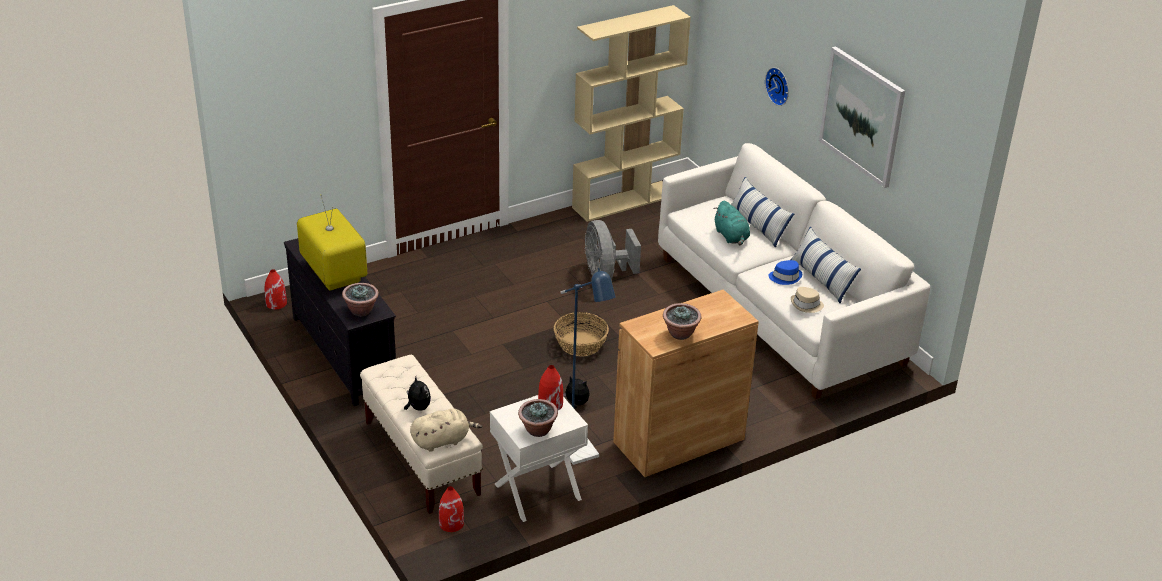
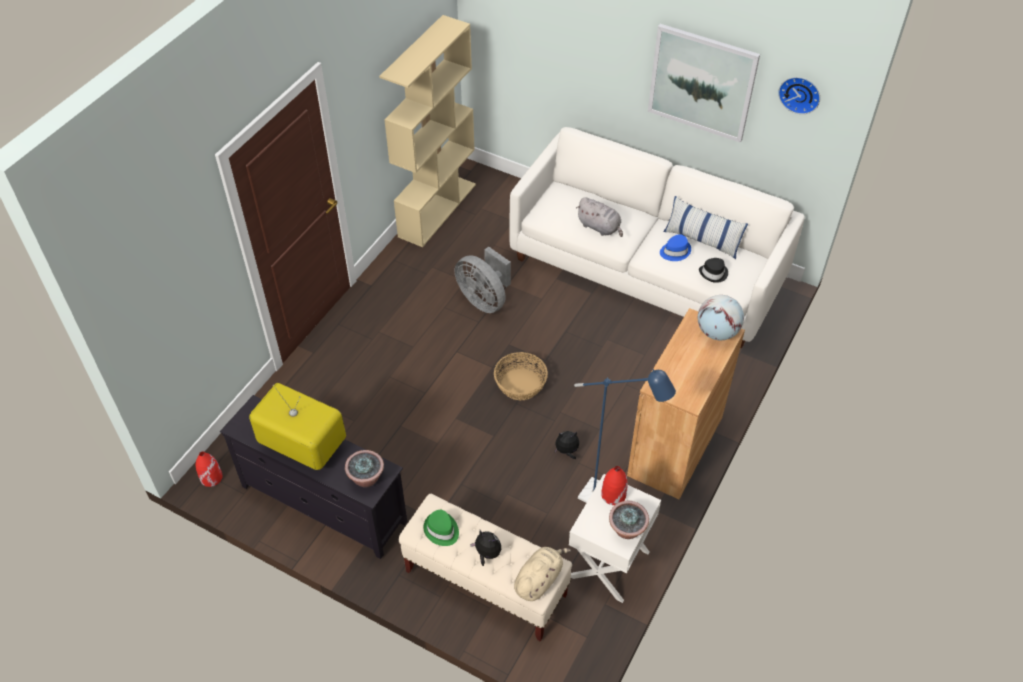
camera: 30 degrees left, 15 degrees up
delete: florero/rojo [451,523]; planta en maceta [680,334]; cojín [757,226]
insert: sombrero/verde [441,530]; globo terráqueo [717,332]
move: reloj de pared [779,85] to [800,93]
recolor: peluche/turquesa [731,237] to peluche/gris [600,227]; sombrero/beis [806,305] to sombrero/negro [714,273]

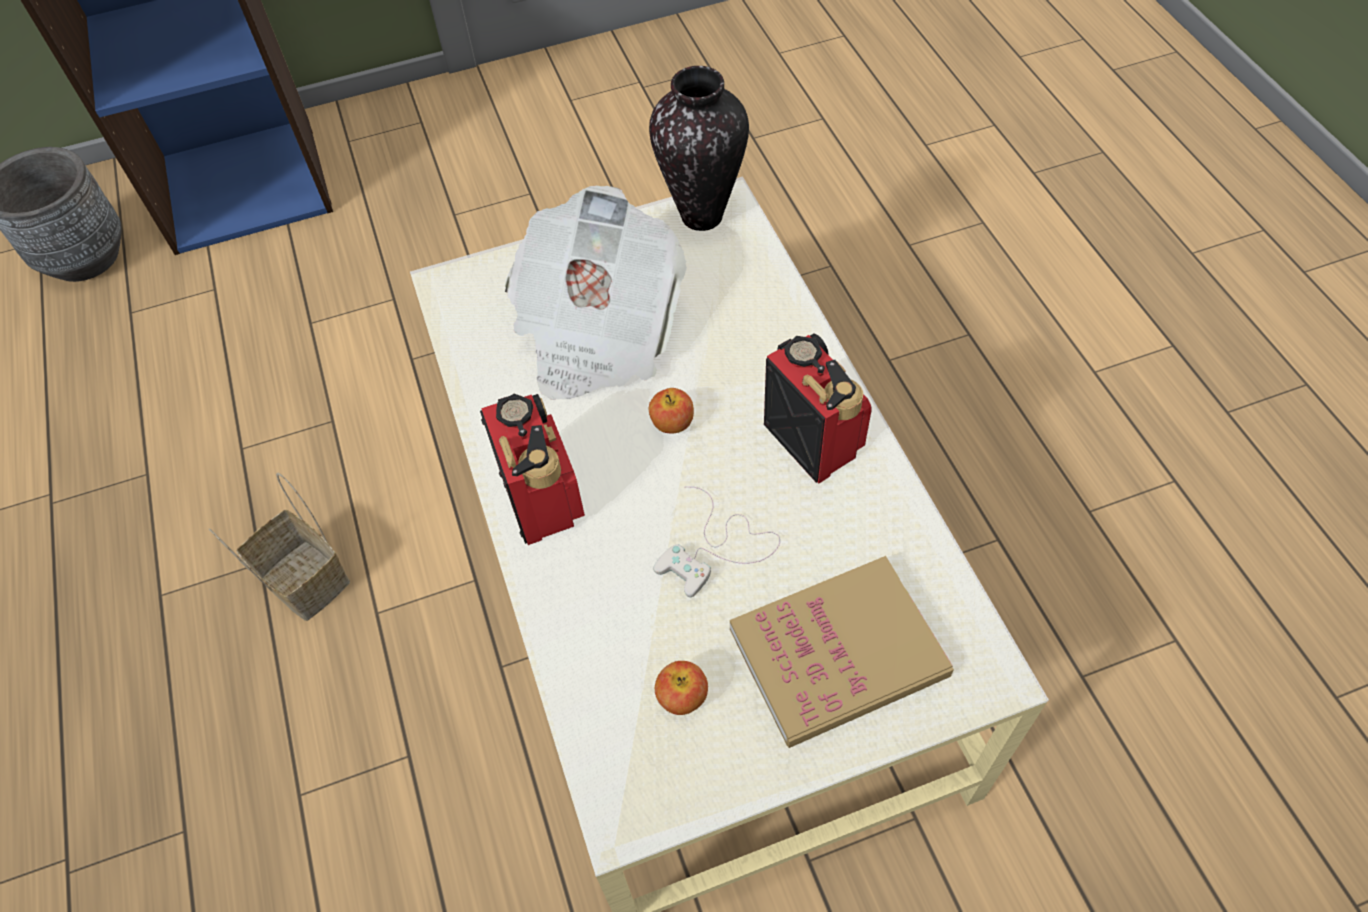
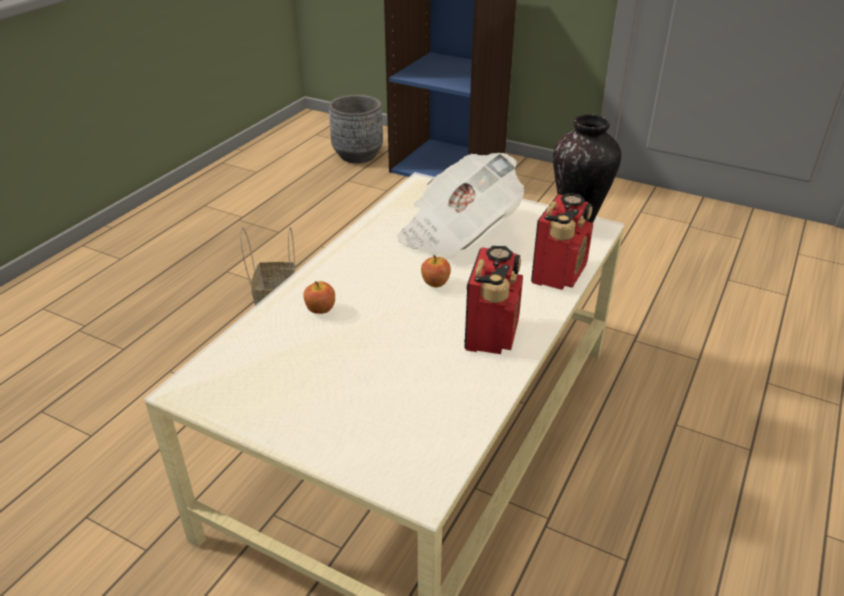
camera: 45 degrees right, 20 degrees down
delete: mando de consola/blanco [717,548]; libro [838,653]
move: radio [542,497] to [559,273]; manzana [682,697] to [320,309]

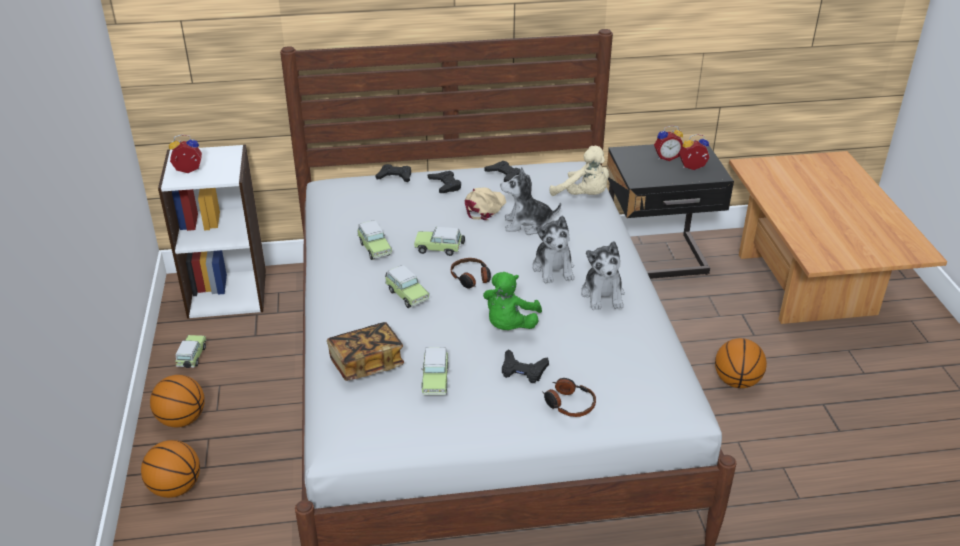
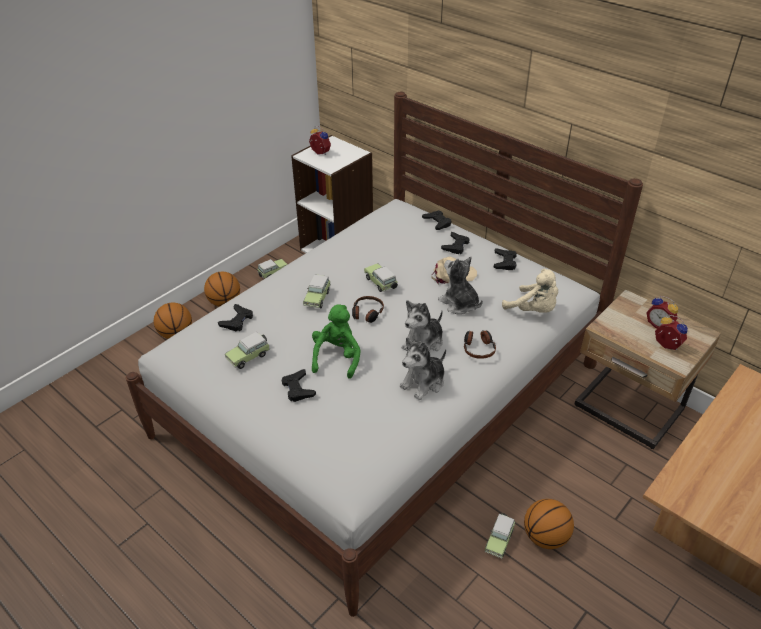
camera: 50 degrees right, 5 degrees up
move: coche de juguete [374,248] to [499,540]; auriculares [568,404] to [478,348]
replace: libro [366,363] to mando de consola/negro [237,321]
recolor: mesita de noche/negro [657,260] to mesita de noche/beis [627,410]
rotate: peluche/verde [509,326] = [337,357] 120 degrees clockwise; peluche/beis [583,196] = [533,310] 45 degrees counterclockwise

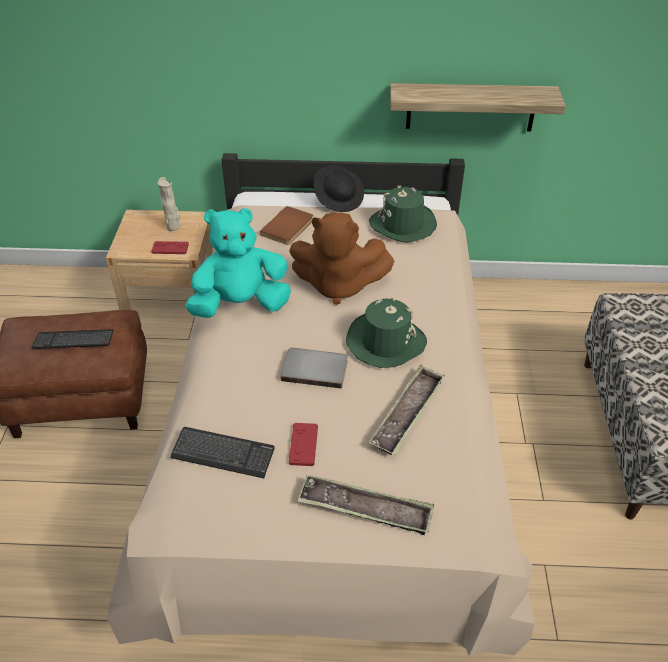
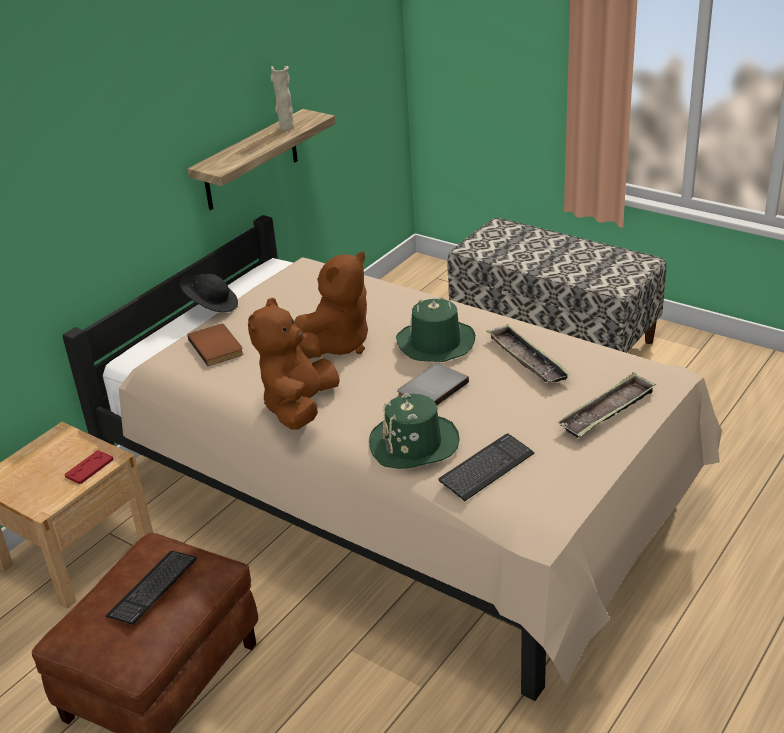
camera: 55 degrees left, 10 degrees down
delete: mando de consola/rojo [303,445]
move: florero/beis [173,227] to [286,127]; sombrero/verde [402,225] to [414,444]
recolor: peluche/turquesa [240,305] to peluche/marrón [300,407]

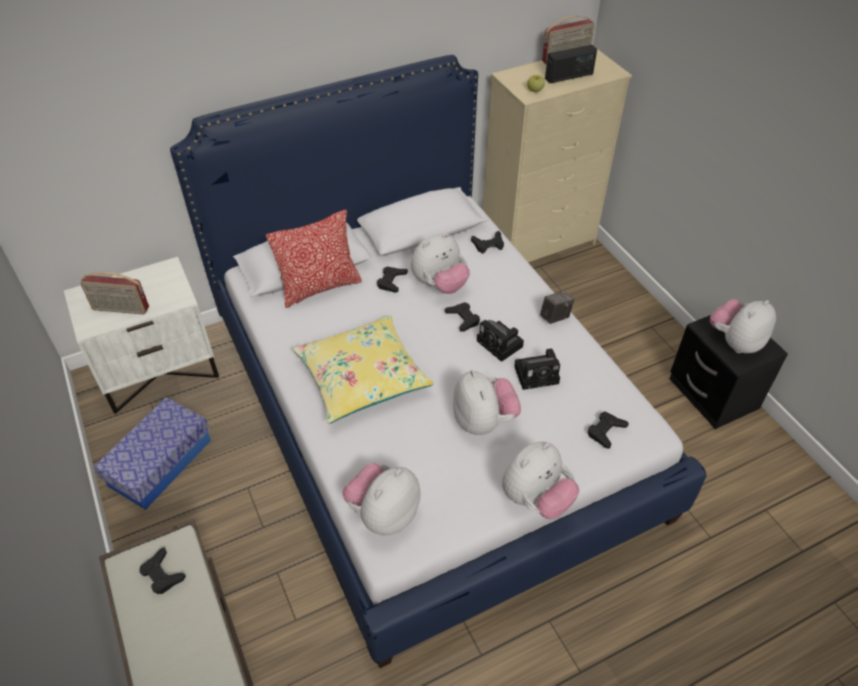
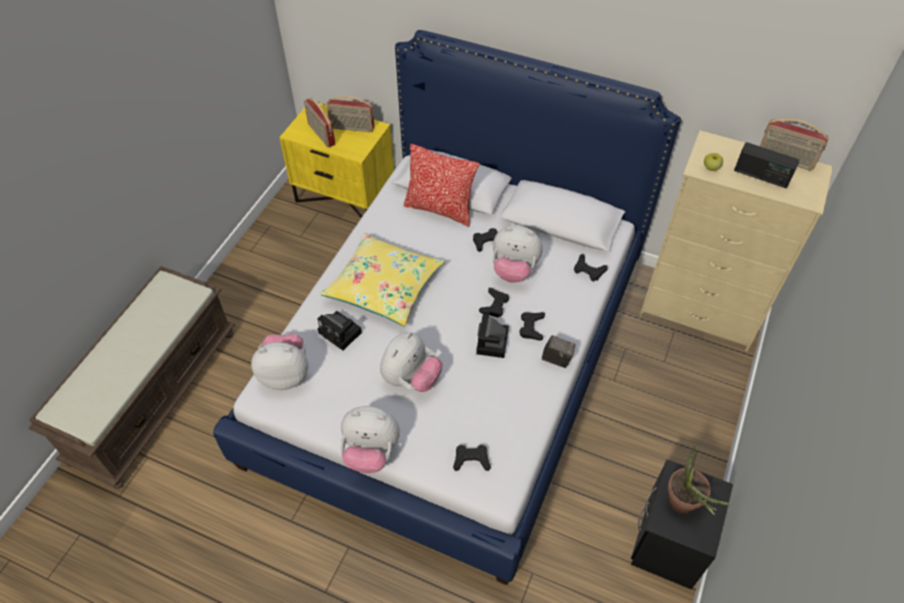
camera: 50 degrees right, 5 degrees up
delete: caja de almacenaje [160,463]
insert: radio [352,128]
move: mando de consola/negro [162,574] to [531,327]; cámara [538,374] to [341,333]
replace: peluche [735,342] to planta en maceta [684,507]
recolor: mesita de noche/blanco [160,371] to mesita de noche/amarillo [345,196]

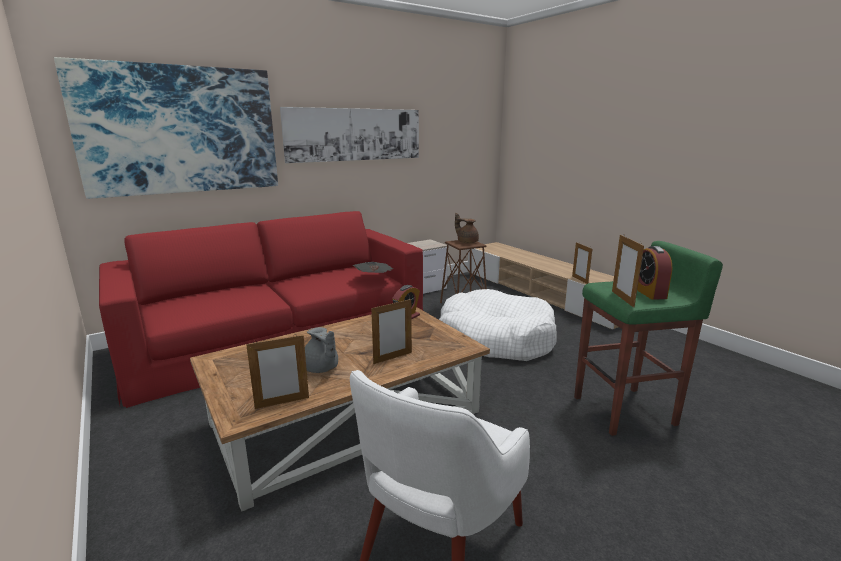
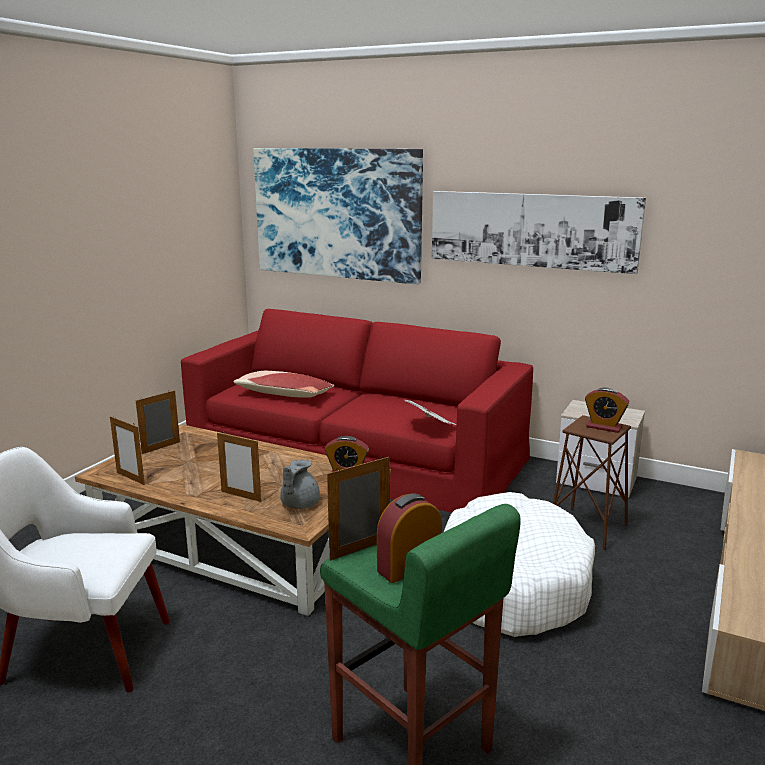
camera: 60 degrees right, 0 degrees up
insert: cojín [283,394]
move: tetera/gris [321,369] to [298,504]; portarretratos [580,280] to [161,448]
replace: tetera/marrón [467,242] to despertador [604,427]

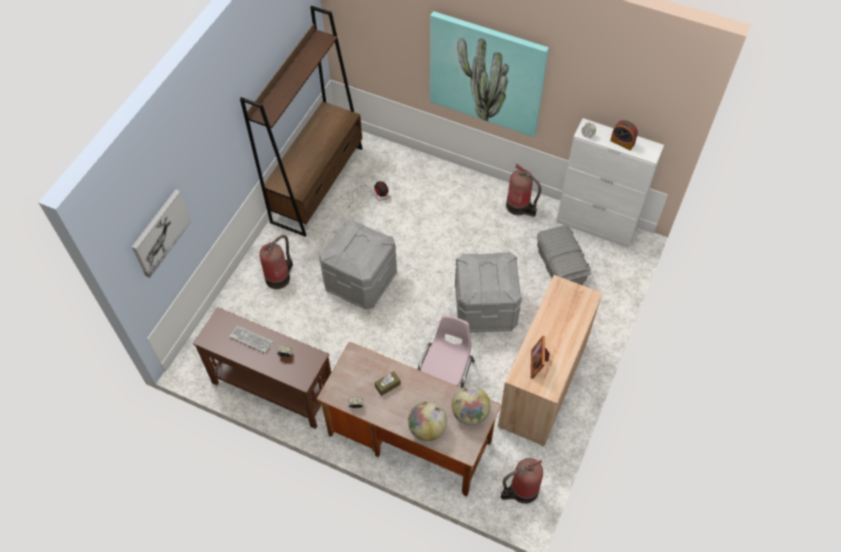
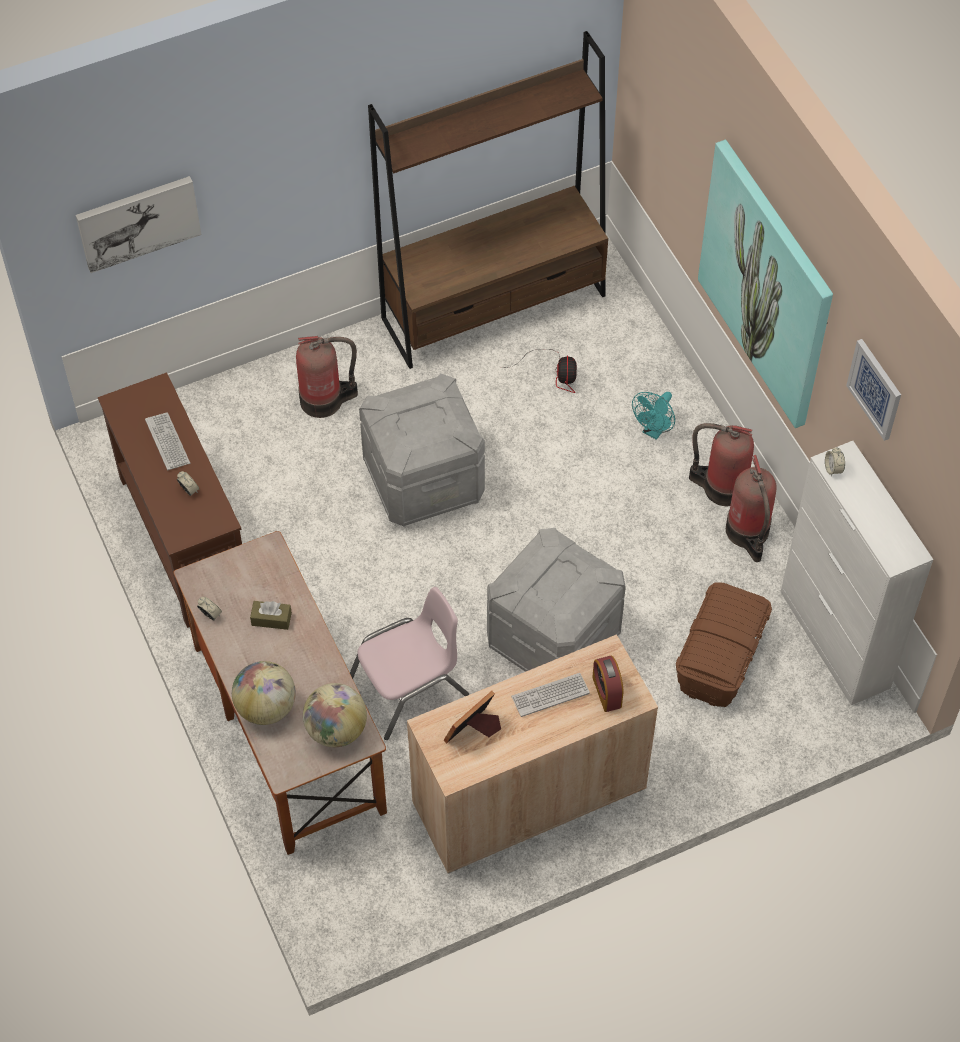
camera: 40 degrees right, 0 degrees up
insert: teclado [550,695]; ventilador/turquesa [654,430]; cuadro [875,389]
move: extintor [521,490] to [721,487]; despertador [622,142] to [607,692]
recolor: caja de almacenaje/gris [560,267] to caja de almacenaje/marrón [720,659]

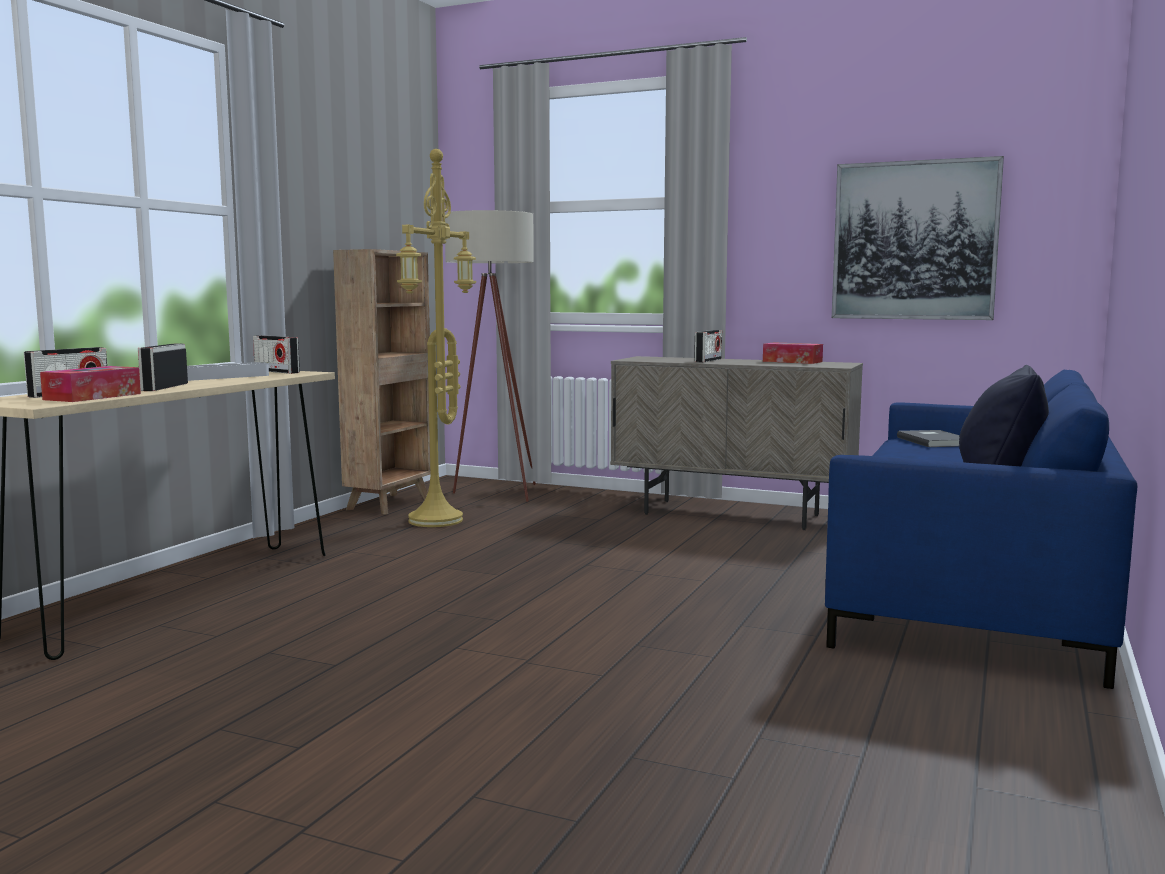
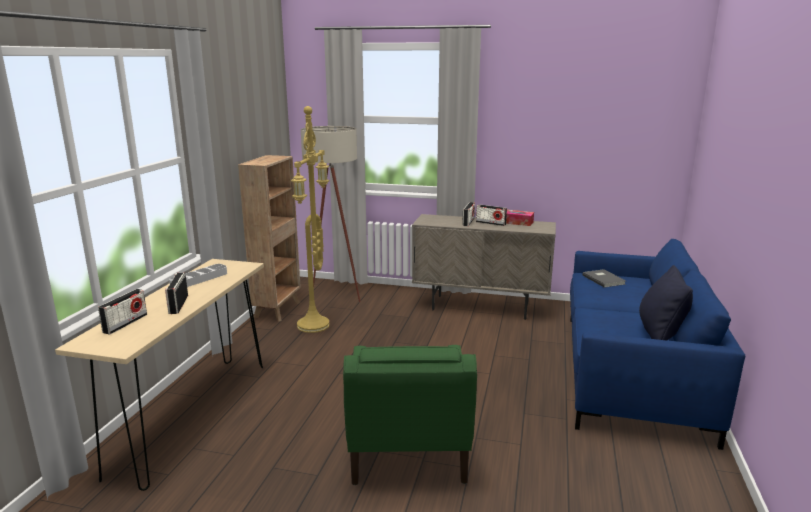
camera: 10 degrees left, 10 degrees up
delete: caja de pañuelos [93,396]; cuadro [914,241]
insert: sillón/verde [407,449]
move: radio [276,371] to [490,223]

